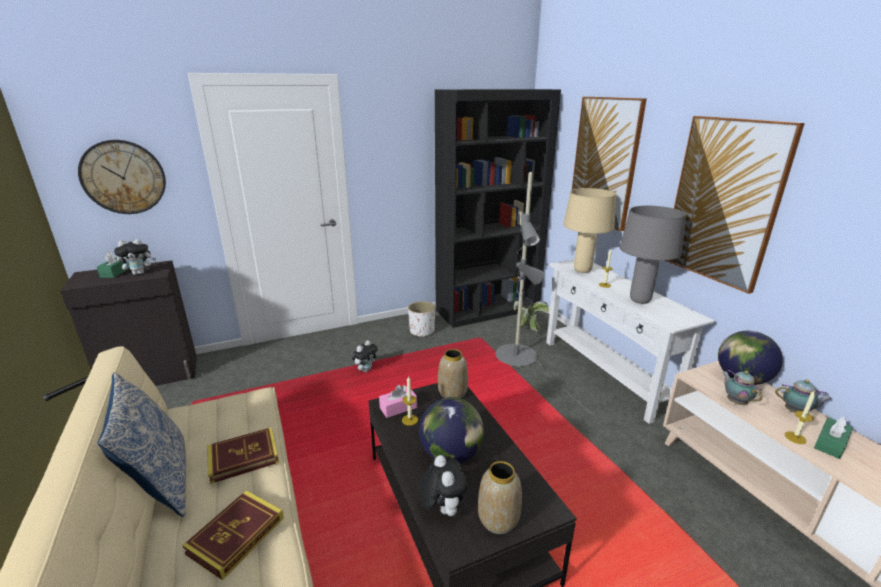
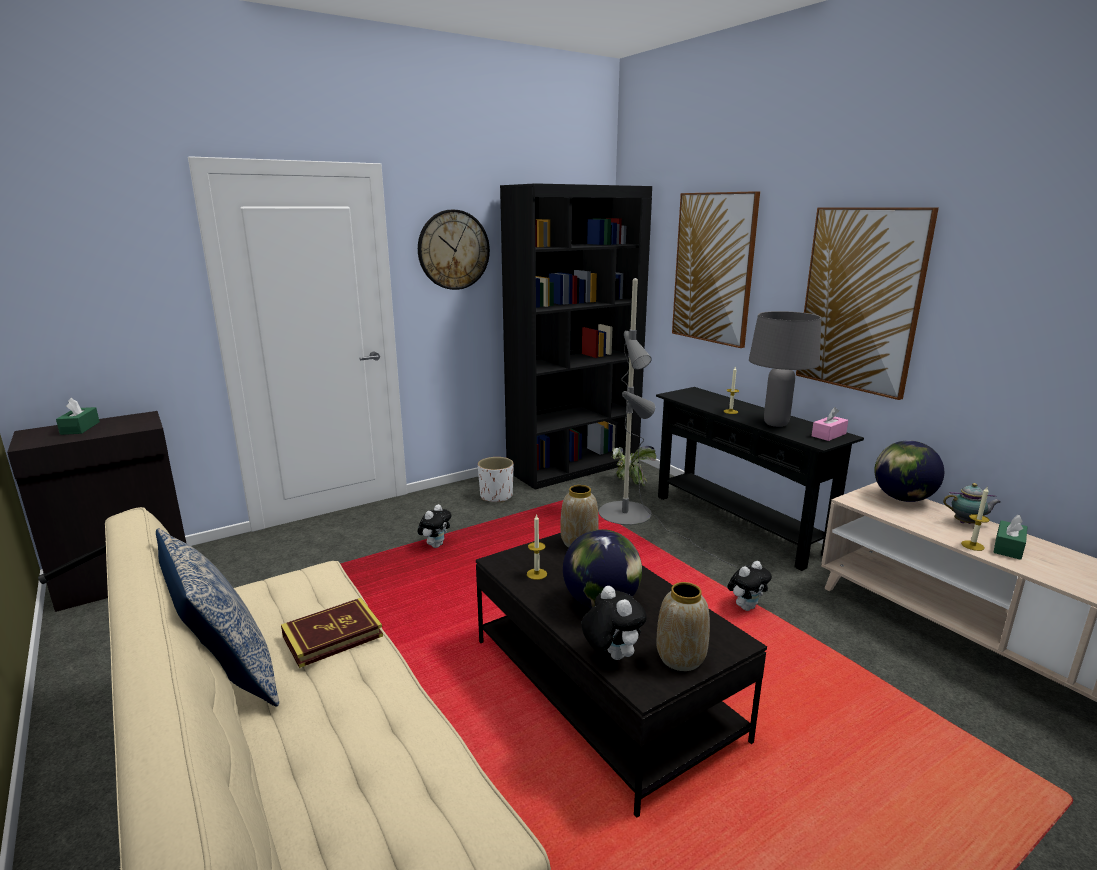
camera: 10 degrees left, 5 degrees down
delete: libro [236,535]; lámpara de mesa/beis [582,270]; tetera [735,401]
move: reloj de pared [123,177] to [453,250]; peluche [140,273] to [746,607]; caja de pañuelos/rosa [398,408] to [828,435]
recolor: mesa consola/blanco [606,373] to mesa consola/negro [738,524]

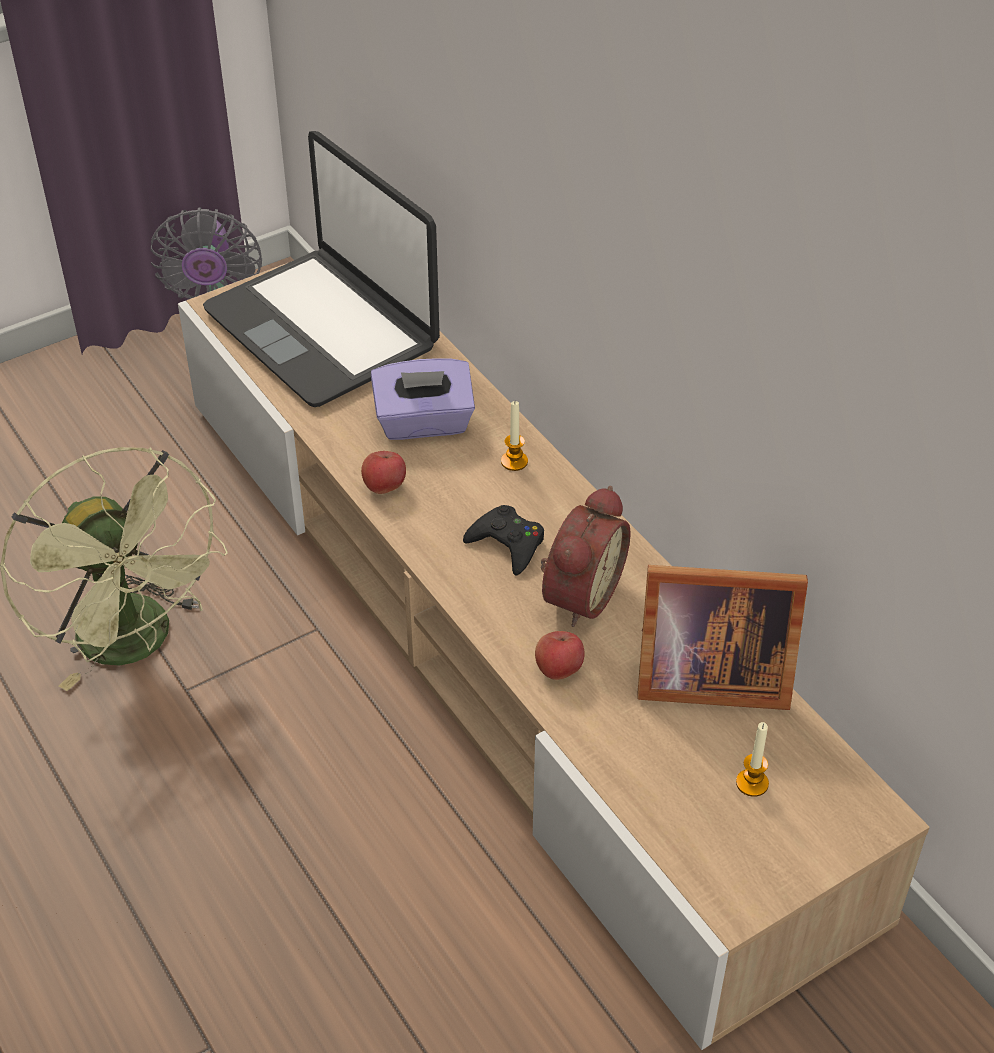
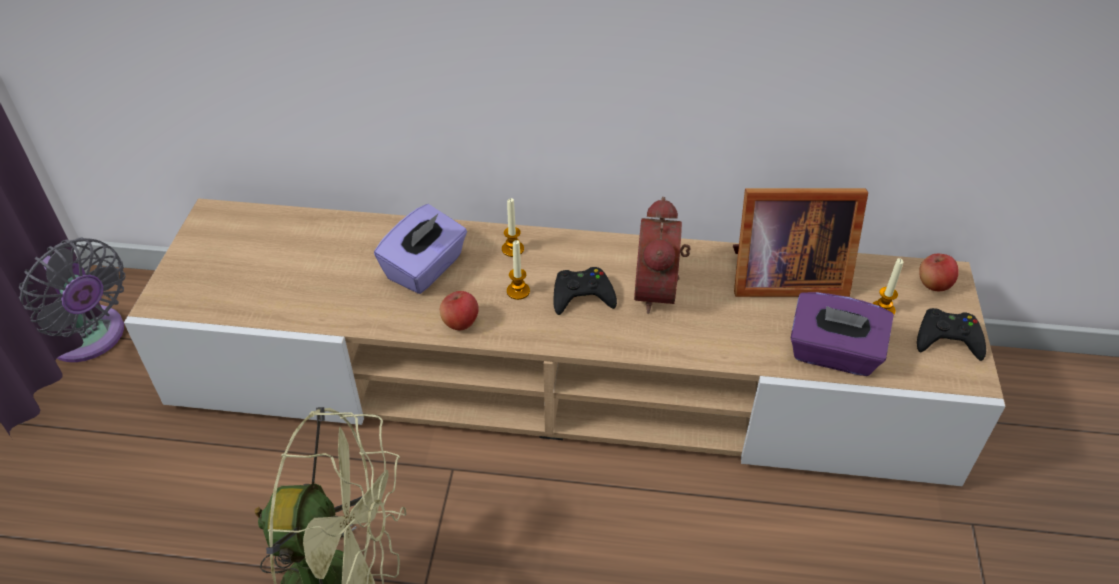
camera: 50 degrees left, 0 degrees up
delete: portátil [323,328]
insert: vela [518,291]; caja de pañuelos/morado [833,354]; mando de consola/negro [947,339]
move: manzana [558,669] to [933,284]
rotate: despertador [578,594] = [660,290] 150 degrees counterclockwise; portarretratos [706,676] = [782,277] 45 degrees clockwise

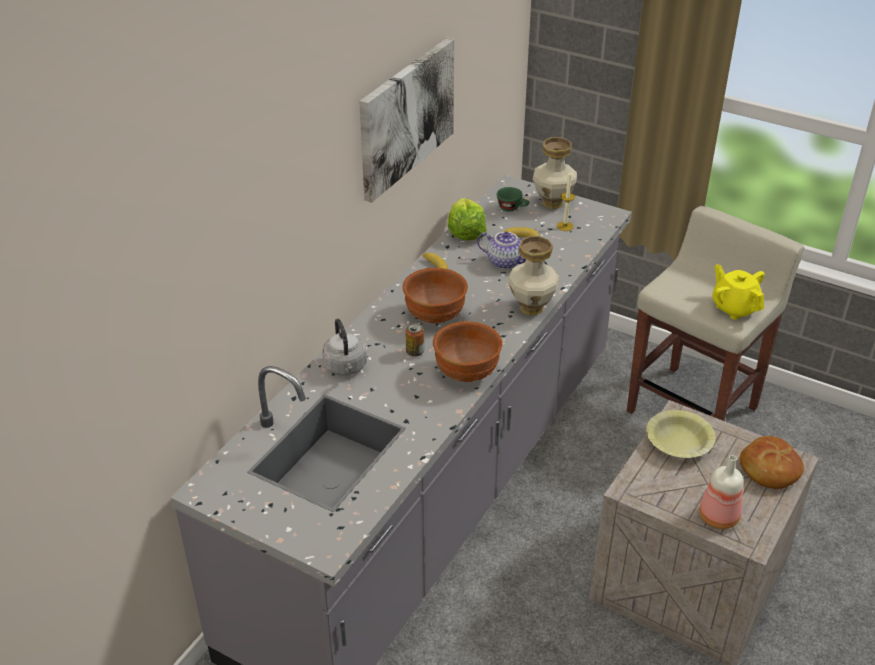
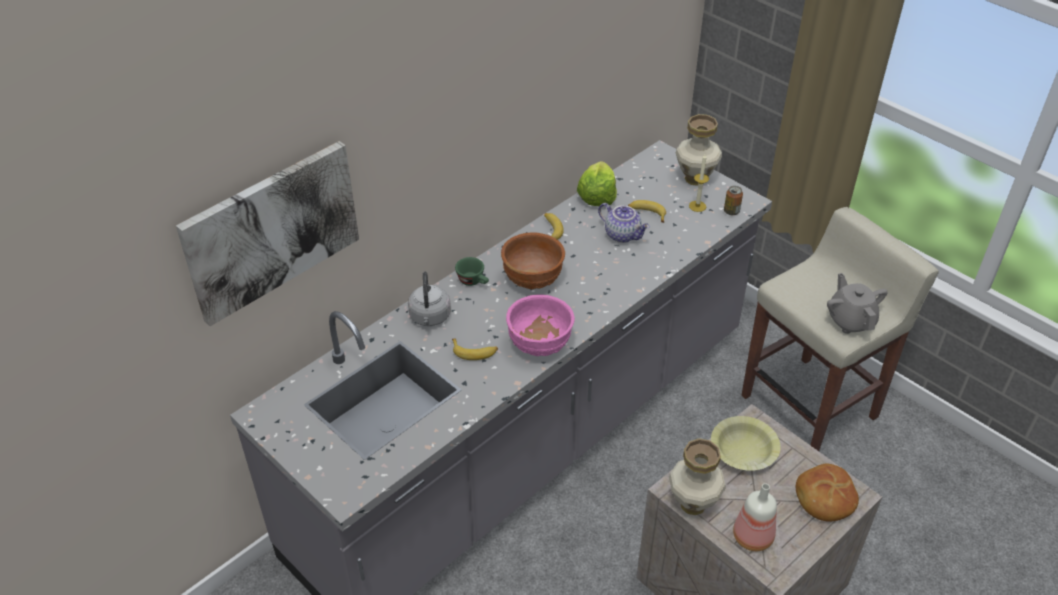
camera: 15 degrees right, 5 degrees up
insert: plátano [474,352]
move: cuadro [406,117] to [271,230]; lata [415,352] to [731,211]; taza/verde [512,208] to [474,281]; florero [531,308] to [692,505]
recolor: cuenco/marrón [467,373] to cuenco/rosa [540,345]; tetera/amarillo [734,308] to tetera/gris [850,320]

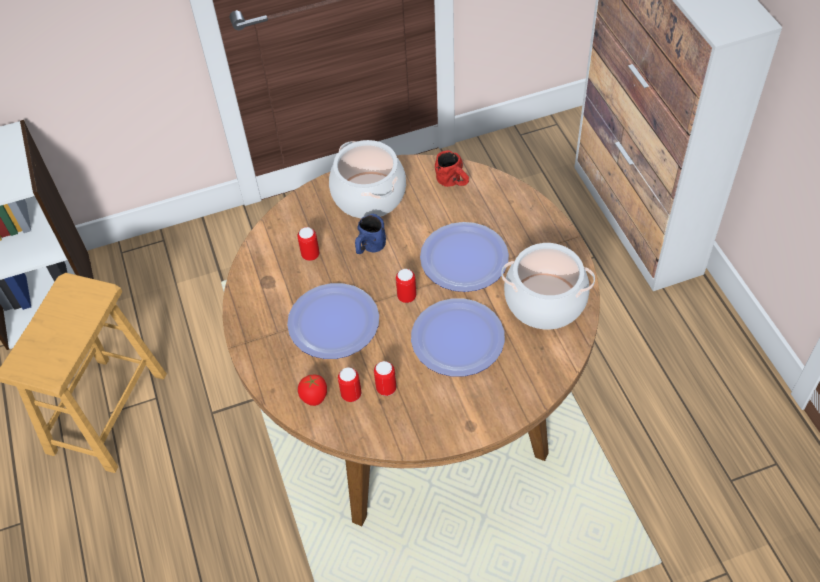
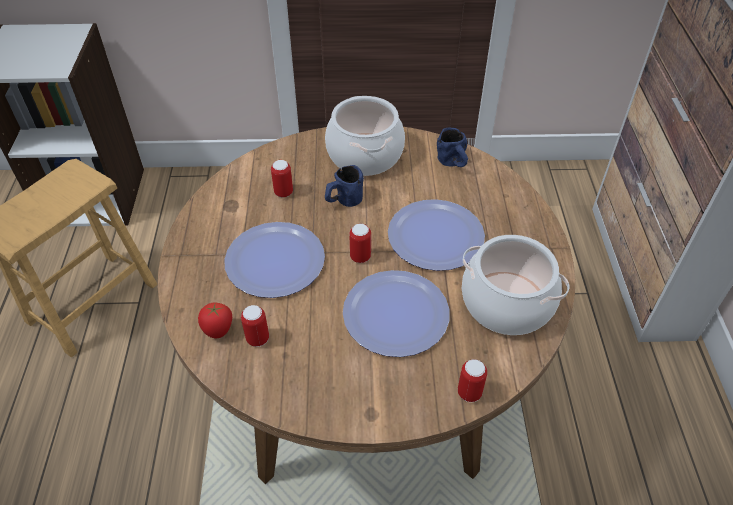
camera: 15 degrees right, 5 degrees down
move: lata [386,388] to [469,393]
recolor: taza grande/rojo [453,182] to taza grande/azul [453,164]

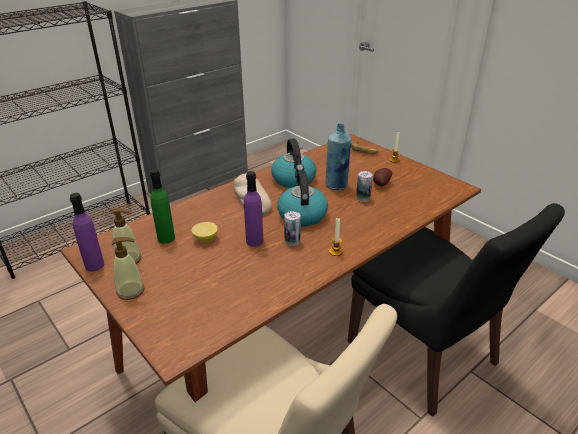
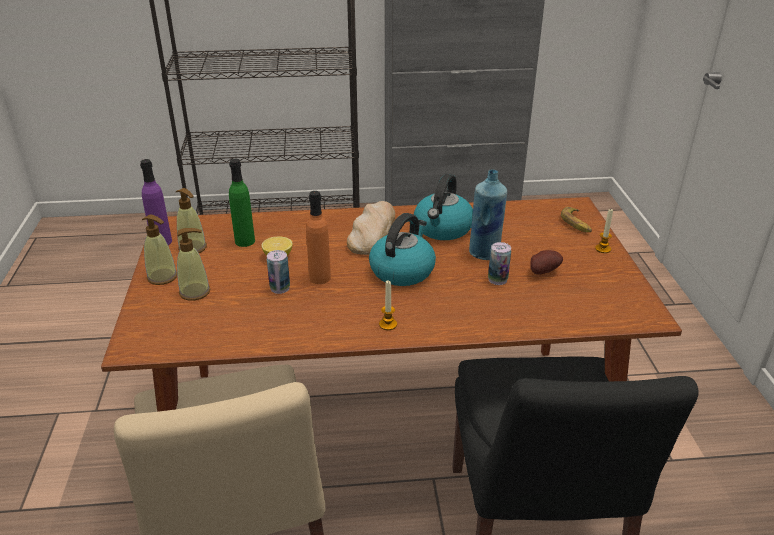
camera: 35 degrees right, 0 degrees up
insert: dispensador de jabón [195,292]
move: lata [292,241] to [280,288]
recolor: botella/morado [254,241] to botella/naranja [320,278]

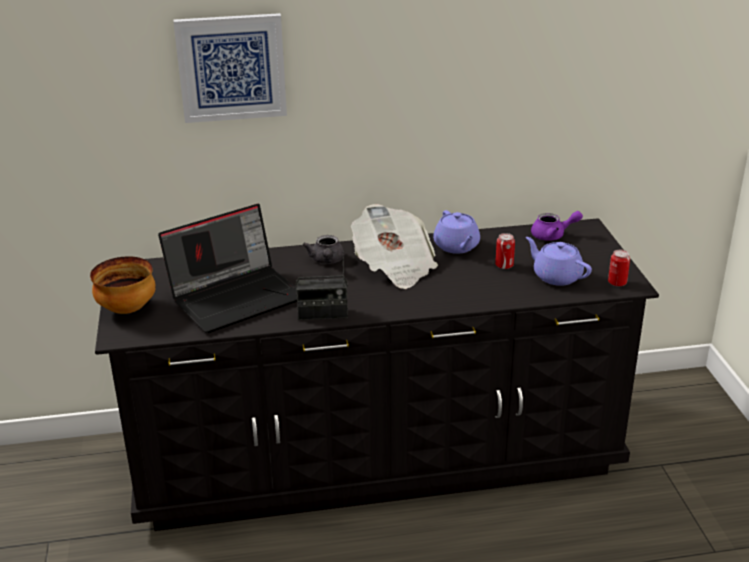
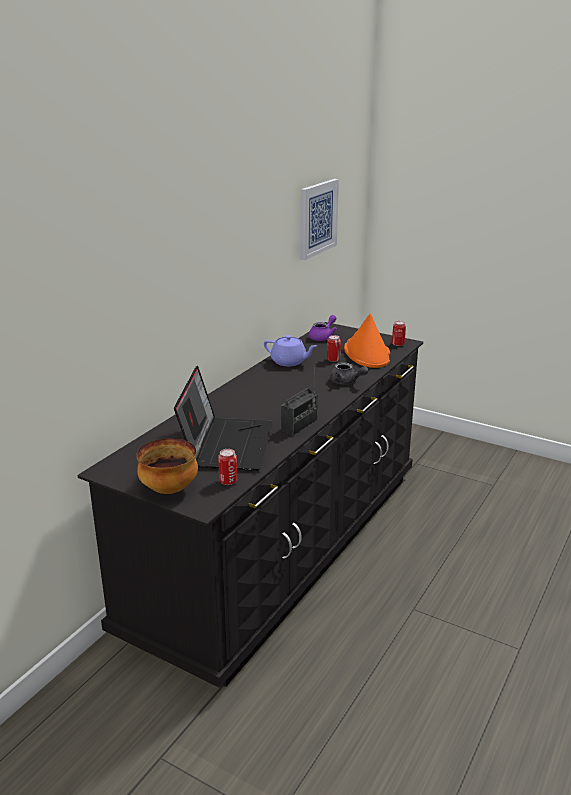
camera: 50 degrees left, 5 degrees down
delete: periódico [394,267]
insert: lata [228,481]
move: cuadro [231,67] to [317,218]; tetera/gris [326,261] to [346,382]
replace: tetera/morado [556,276] to sombrero/naranja [367,353]

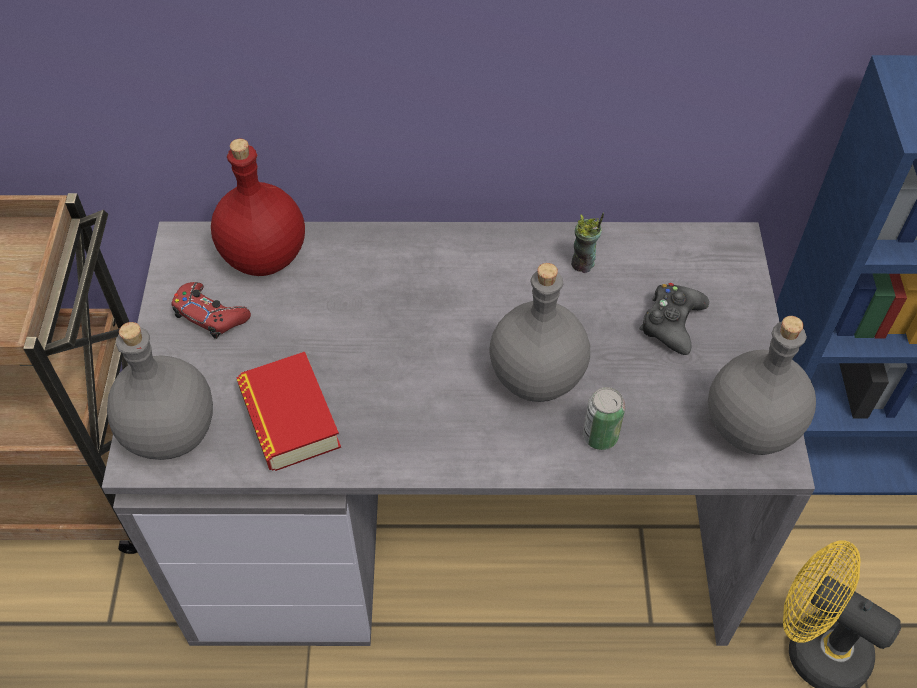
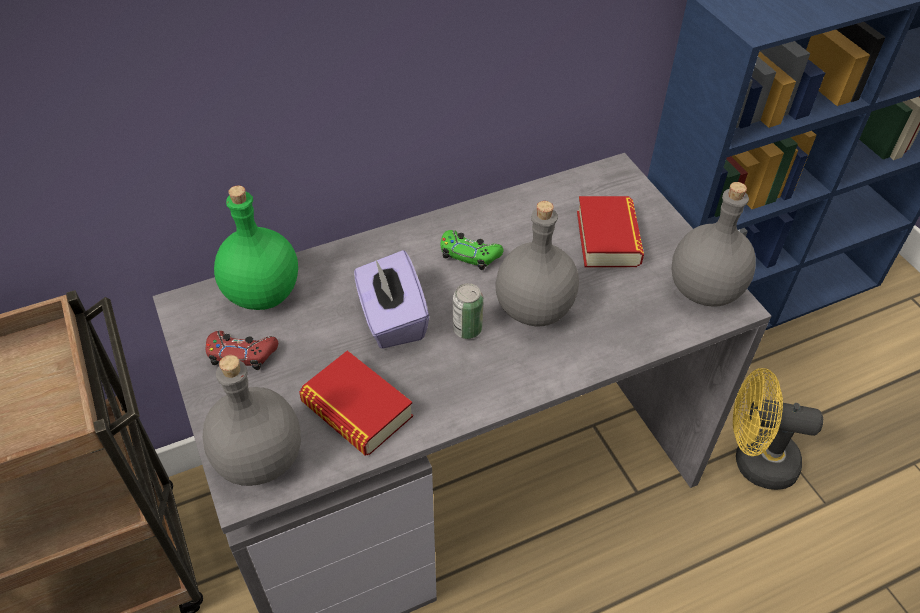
camera: 25 degrees left, 5 degrees down
delete: taza [583,264]
insert: caja de pañuelos/morado [392,319]; mando de consola/verde [469,254]
move: lata [600,436] to [467,329]
replace: mando de consola/negro [671,323] to libro [607,238]
recolor: botella/rojo [262,257] to botella/verde [262,294]

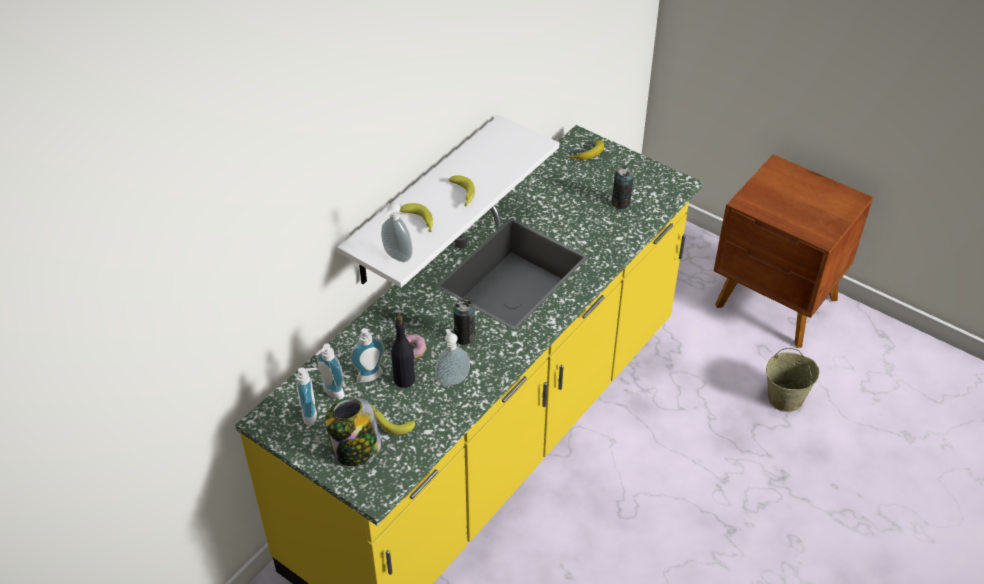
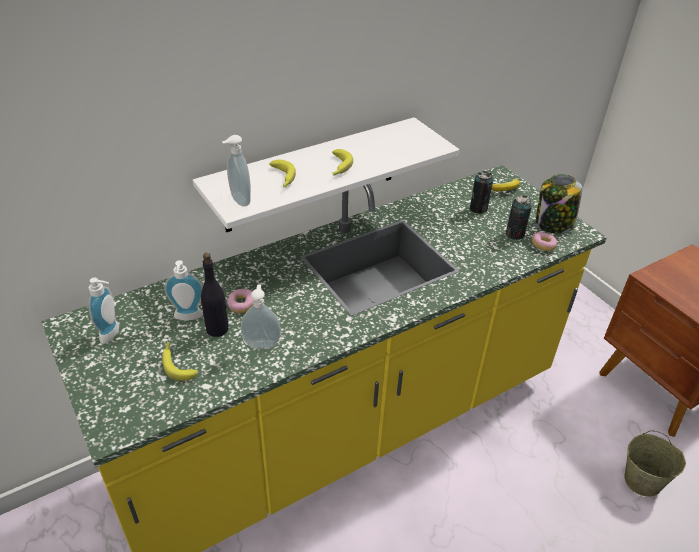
camera: 20 degrees right, 5 degrees down
delete: dispensador de jabón [331,393]
insert: rosquilla [543,246]
move: tarro [356,450] to [553,225]; lata [464,337] to [478,209]

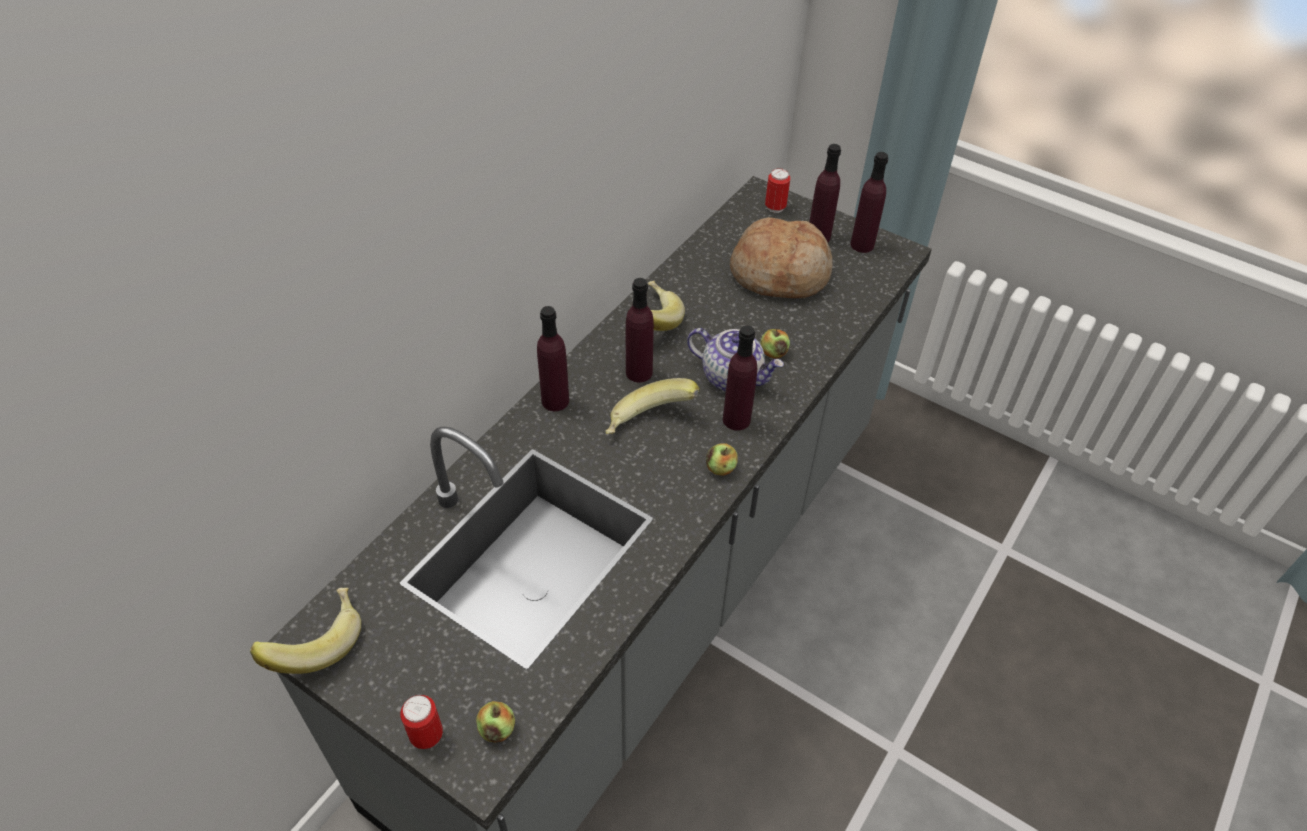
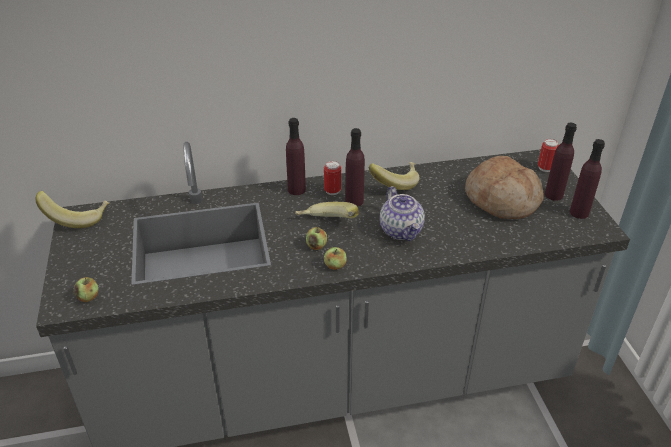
camera: 45 degrees right, 10 degrees down
delete: botella/morado [736,419]
move: lata [426,735] to [332,191]; manzana [773,353] to [316,246]

